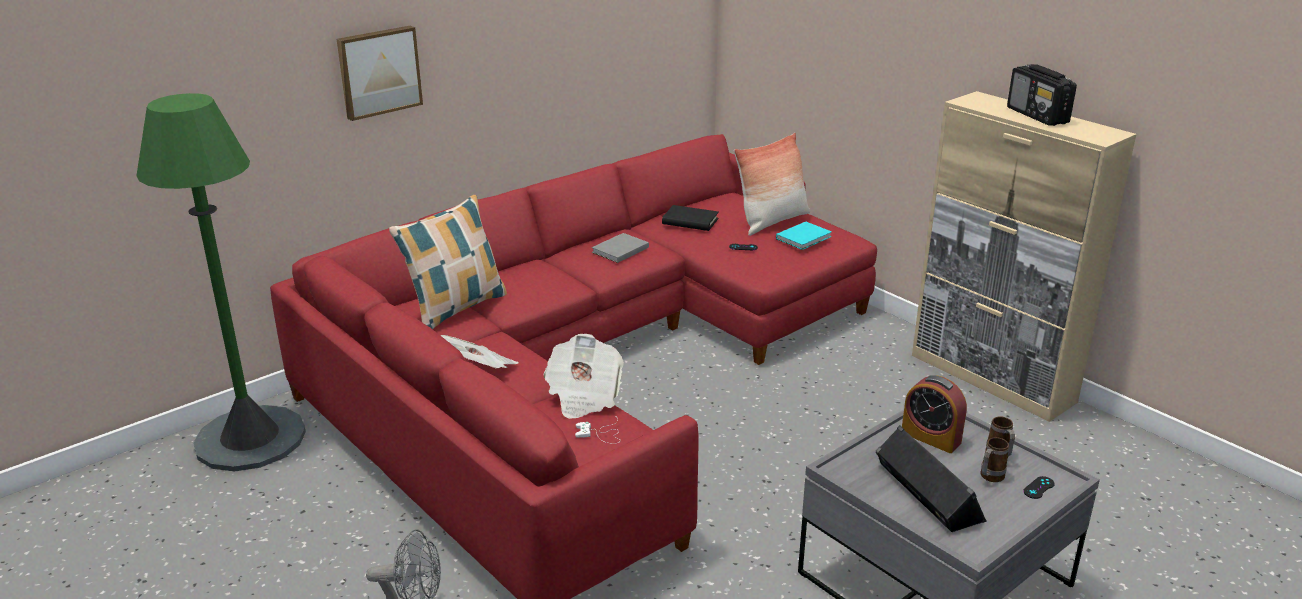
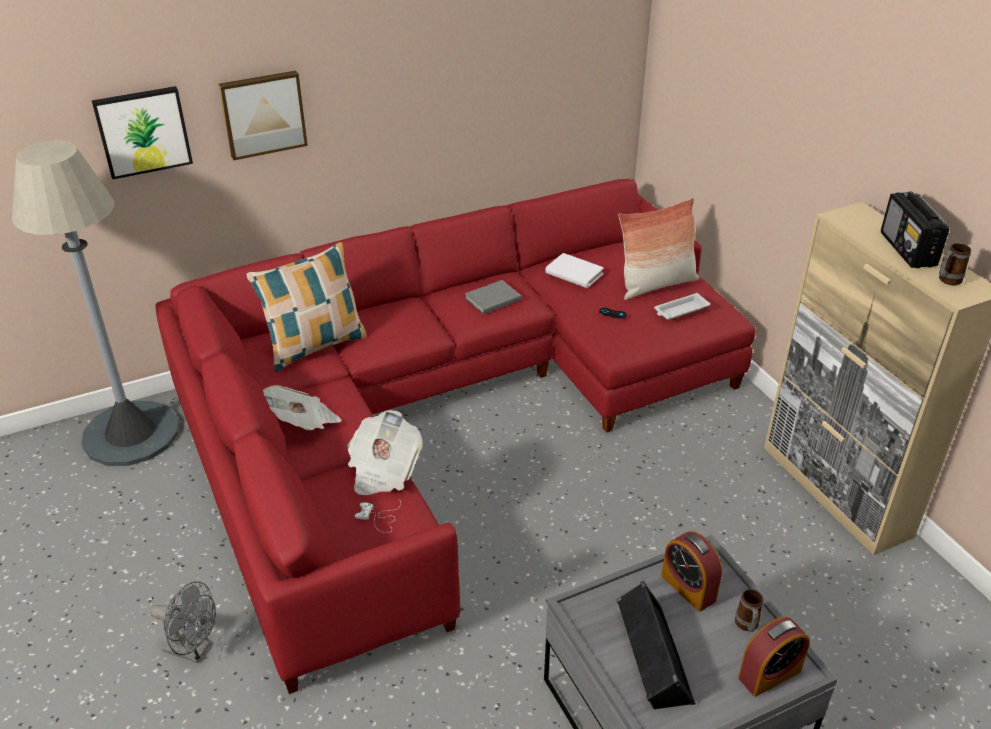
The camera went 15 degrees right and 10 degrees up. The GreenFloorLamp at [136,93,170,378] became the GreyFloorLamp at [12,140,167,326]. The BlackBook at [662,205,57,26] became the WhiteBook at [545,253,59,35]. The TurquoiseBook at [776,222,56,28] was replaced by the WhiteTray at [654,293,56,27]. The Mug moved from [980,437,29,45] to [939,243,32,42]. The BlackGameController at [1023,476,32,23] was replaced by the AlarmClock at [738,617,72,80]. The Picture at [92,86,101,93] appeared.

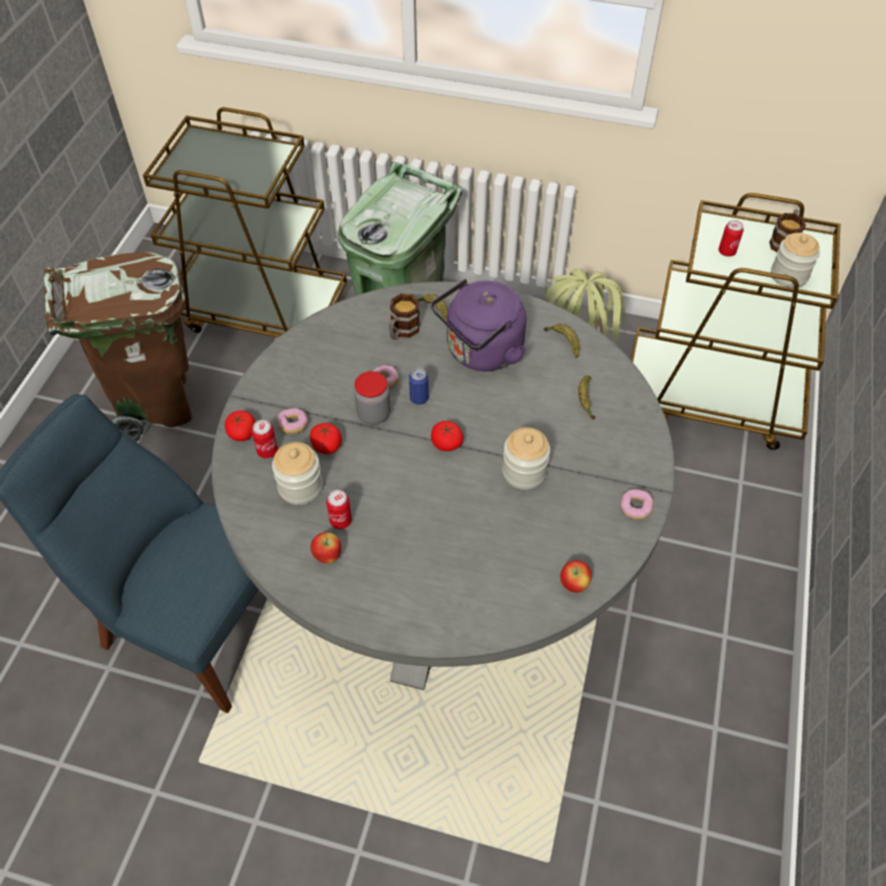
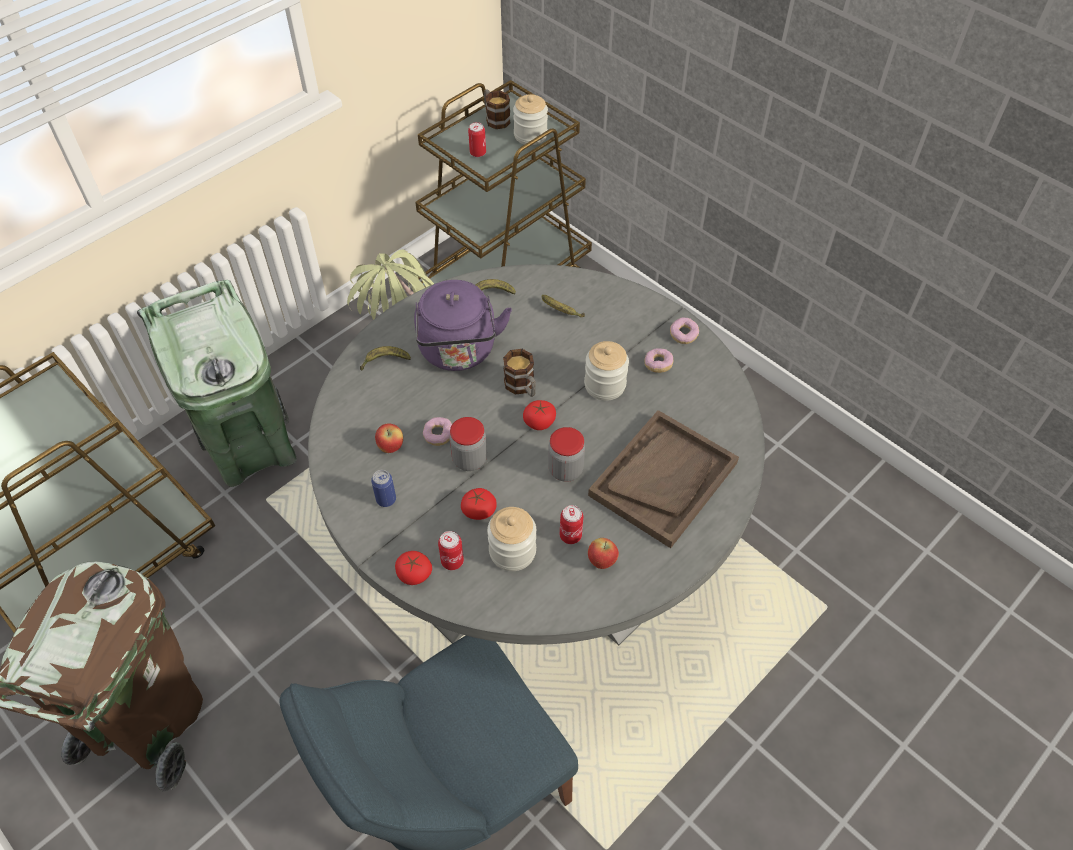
The camera went 60 degrees left and 0 degrees up. The Mug moved from [389,294,31,46] to [503,349,33,48]. The Can moved from [409,368,20,37] to [371,470,25,37]. The Donut moved from [277,408,31,26] to [645,348,28,25]. The Apple moved from [560,560,32,33] to [375,423,28,30]. The BrownTray at [588,410,151,138] appeared. The Jar at [548,427,37,55] appeared.

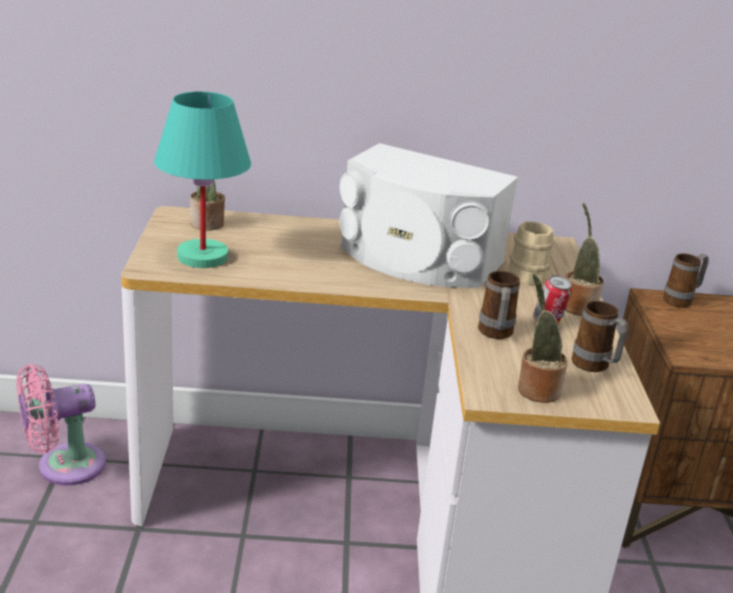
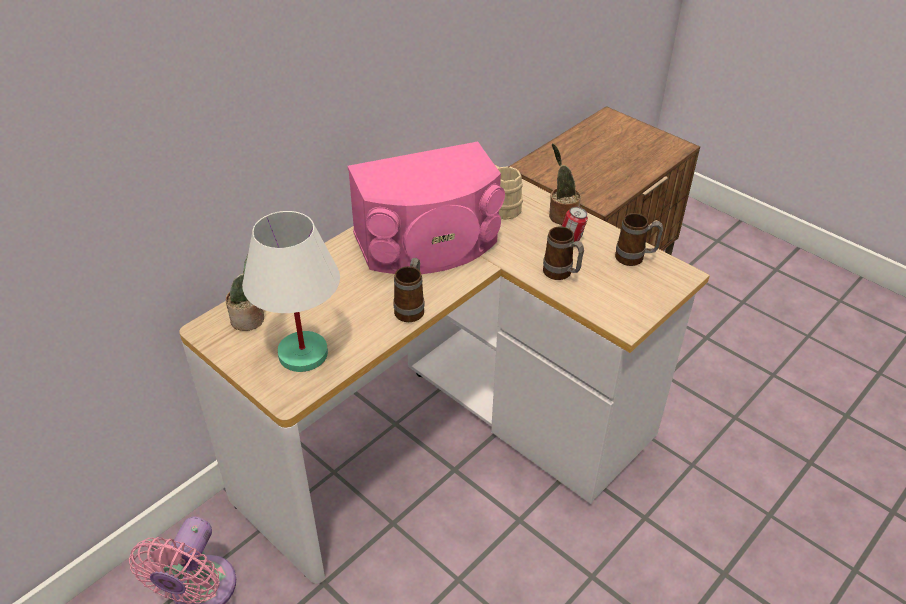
The camera went 45 degrees left and 15 degrees up. The TurquoiseTableLamp at [154,92,97,176] became the WhiteTableLamp at [242,211,98,161]. The WhiteSpeaker at [339,143,179,145] became the PinkSpeaker at [348,142,157,132]. The Mug moved from [663,253,46,55] to [393,258,32,64]. The PottedPlant at [518,273,50,130] disappeared.

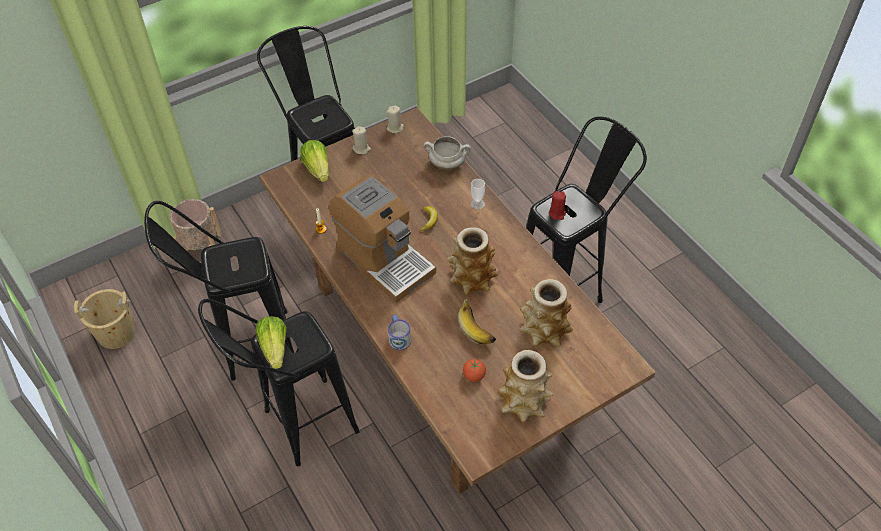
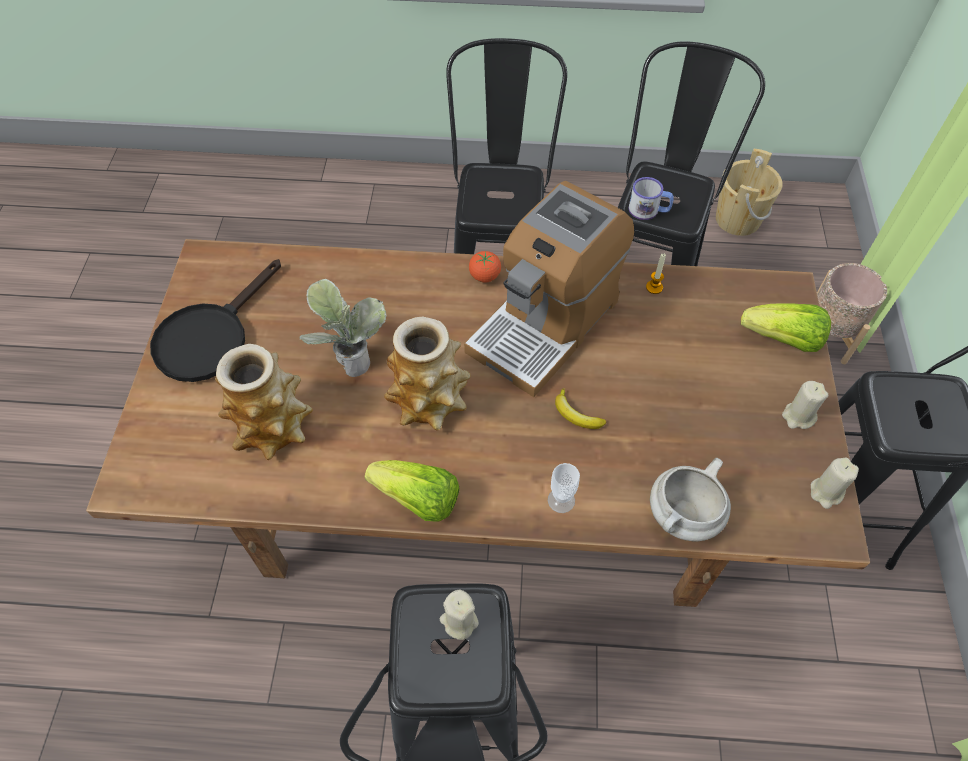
The camera went 125 degrees right and 5 degrees up. The CoffeeMachine at [329,174,107,129] turned 45 degrees counterclockwise. The RedCandle at [549,191,17,29] became the BeigeCandle at [440,590,39,50]. The Banana at [458,299,38,46] was replaced by the PottedPlant at [300,279,87,98]. The Mug moved from [388,315,23,35] to [628,177,46,43]. The Lettuce moved from [256,316,31,53] to [365,460,95,62]. The Vase at [497,350,56,73] was replaced by the BlackFryingPan at [150,259,131,123]. The Tomato moved from [463,359,23,23] to [469,251,32,31].

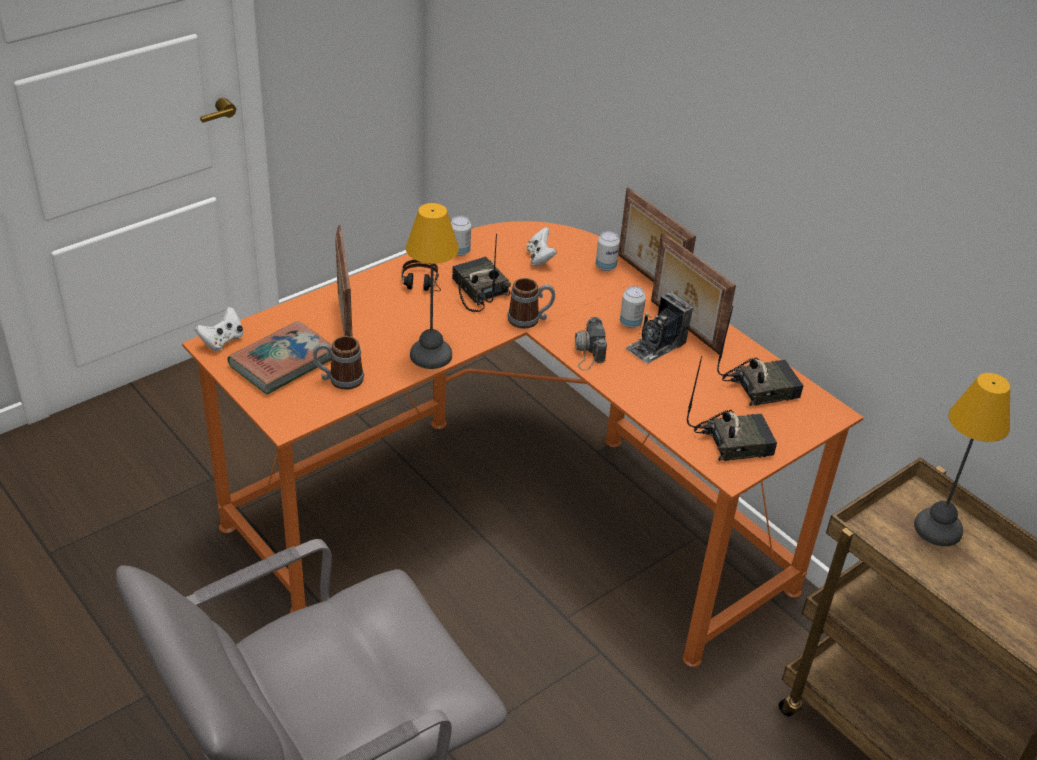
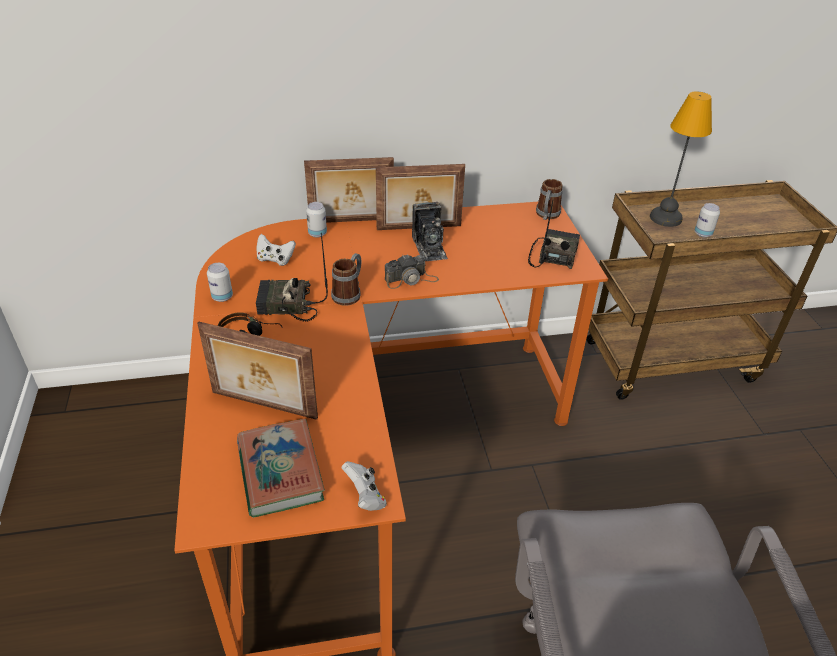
The camera went 60 degrees left and 0 degrees up. The TableLamp at [406,203,53,166] disappeared. The Can moved from [620,286,26,42] to [694,203,26,35]. The Radio at [717,306,86,100] disappeared. The WhiteGameController moved from [195,307,48,44] to [342,461,45,50]. The PhotoCamera at [575,317,32,53] turned 45 degrees counterclockwise. The Mug moved from [313,336,51,54] to [536,179,27,41].

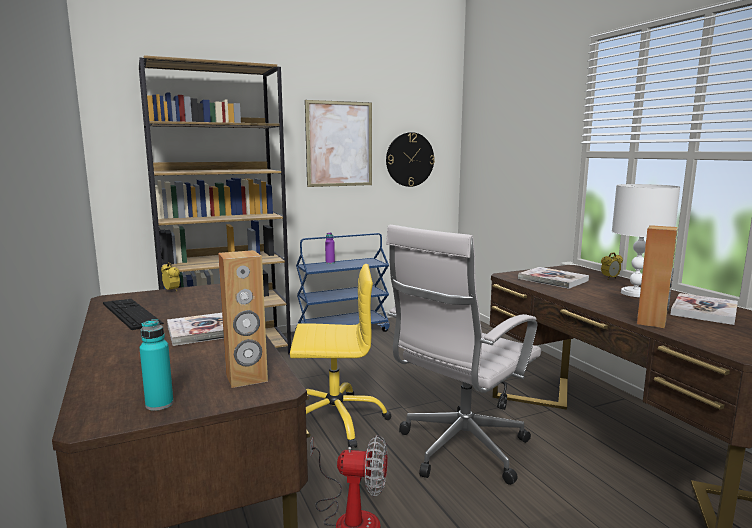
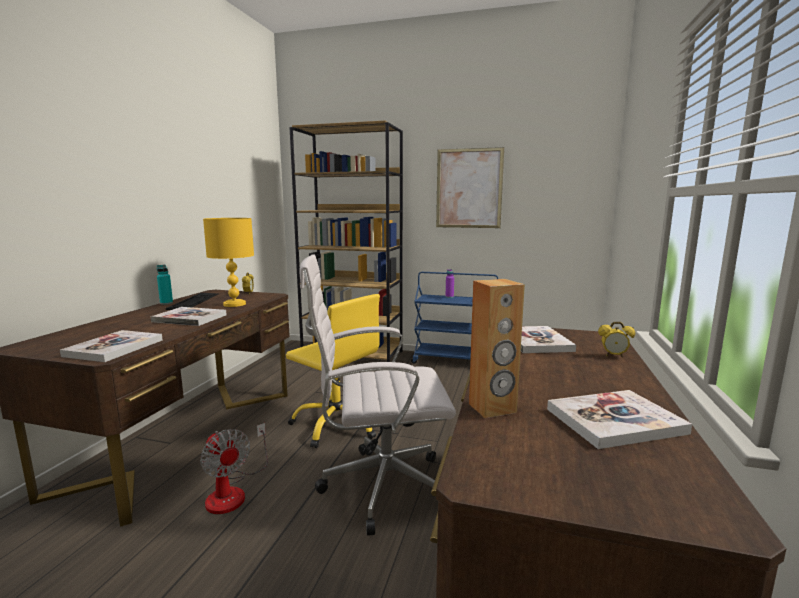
The camera went 40 degrees right and 0 degrees up. The WallClock at [386,132,49,55] disappeared. The WhiteTableLamp at [612,184,68,113] disappeared. The BrownSpeaker at [218,250,50,138] was replaced by the Book at [60,330,103,32]. The TurquoiseBottle moved from [139,319,35,92] to [157,265,16,40]. The YellowTableLamp at [203,218,51,89] appeared.

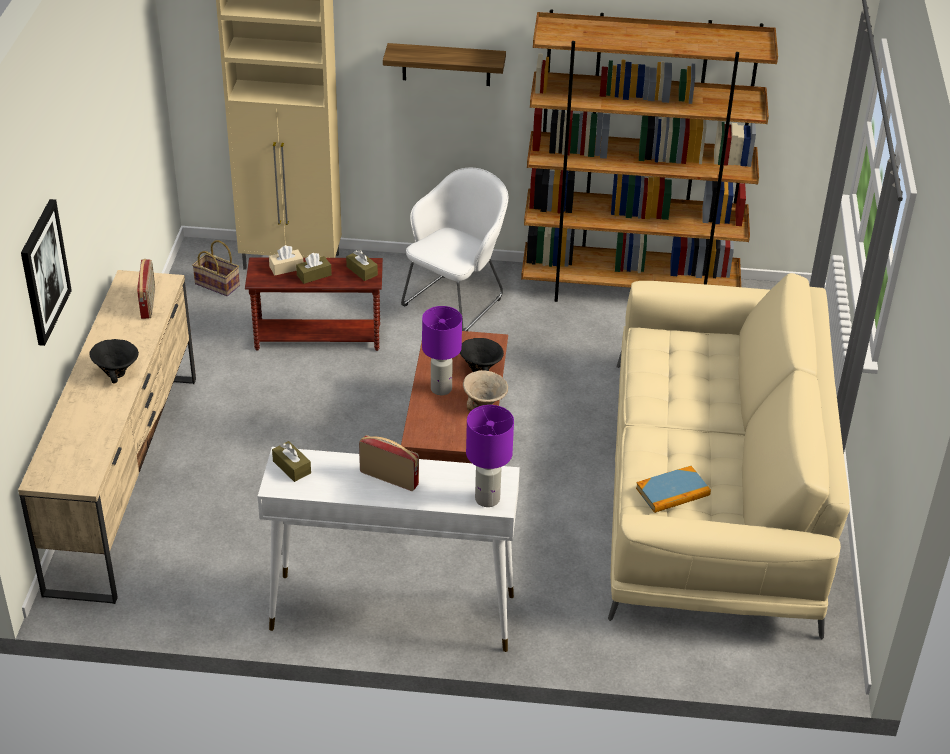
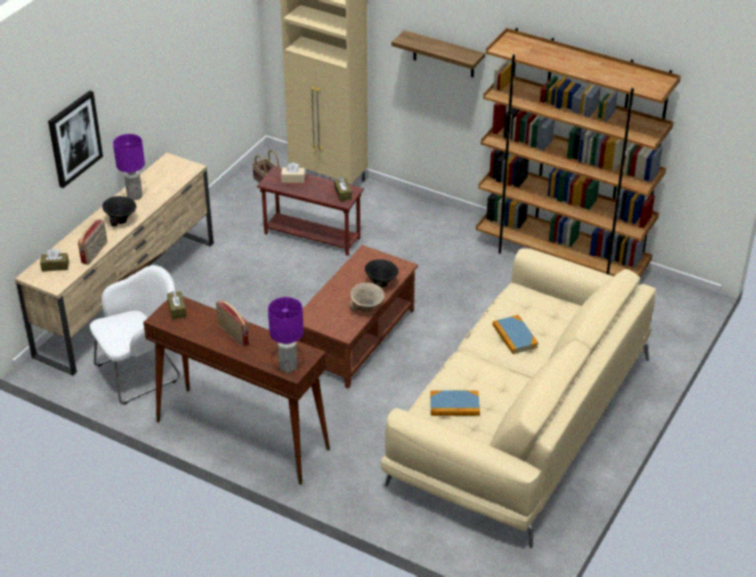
The camera went 25 degrees right and 0 degrees up. The WhiteArmchair moved from [401,168,107,163] to [90,265,90,140]. The BrownTissueBox moved from [296,253,36,31] to [40,248,29,23]. The Radio moved from [137,259,18,60] to [78,219,29,46]. The PurpleTableLamp moved from [422,306,40,89] to [113,134,32,66]. The WhiteConsoleTable at [257,447,263,205] became the BrownConsoleTable at [143,296,187,189]. The Book at [493,315,45,39] appeared.

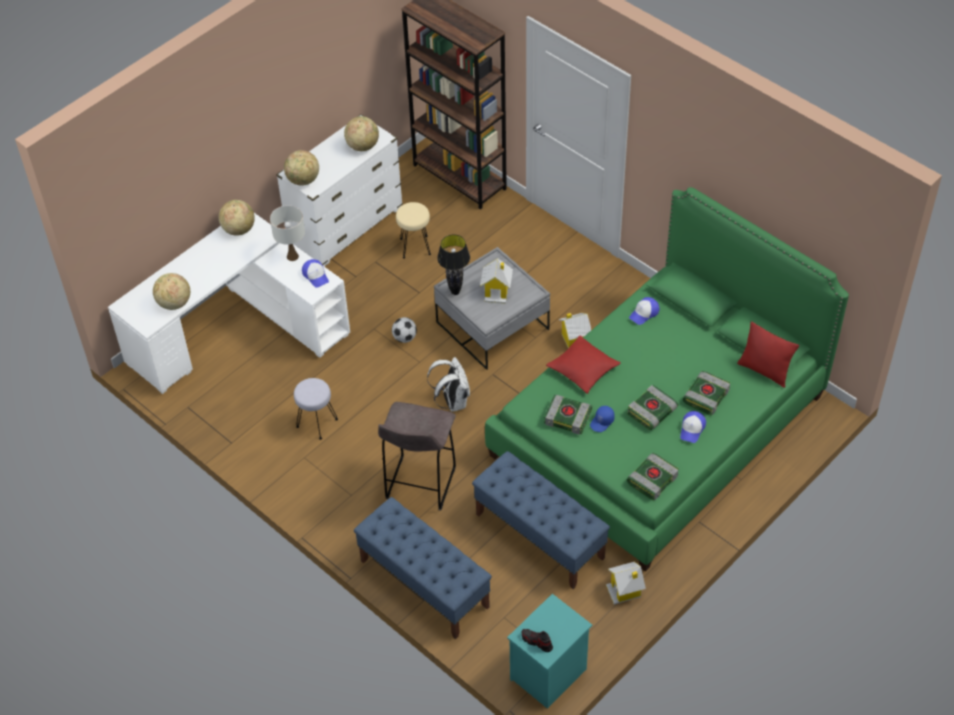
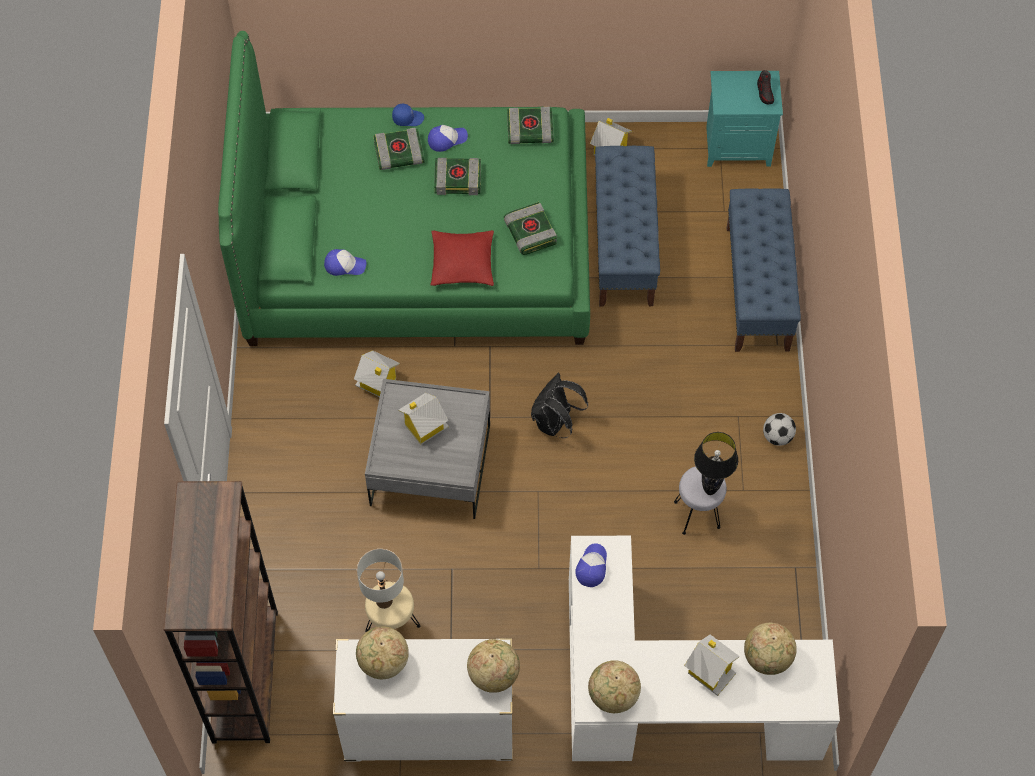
The camera went 135 degrees left and 10 degrees up. The WhiteTableLamp moved from [270,205,35,56] to [357,549,47,60]. The BlackTableLamp moved from [437,234,33,61] to [694,432,44,63]. The Football moved from [392,317,25,26] to [763,413,33,33]. The RedPillow at [737,321,62,67] disappeared. The WhiteBackpack at [427,357,43,55] became the BlackBackpack at [531,373,57,65]. The GreyStool at [378,402,78,108] disappeared. The BlueCap moved from [590,406,25,26] to [392,104,32,22]. The ToyHouse at [684,634,56,62] appeared.

